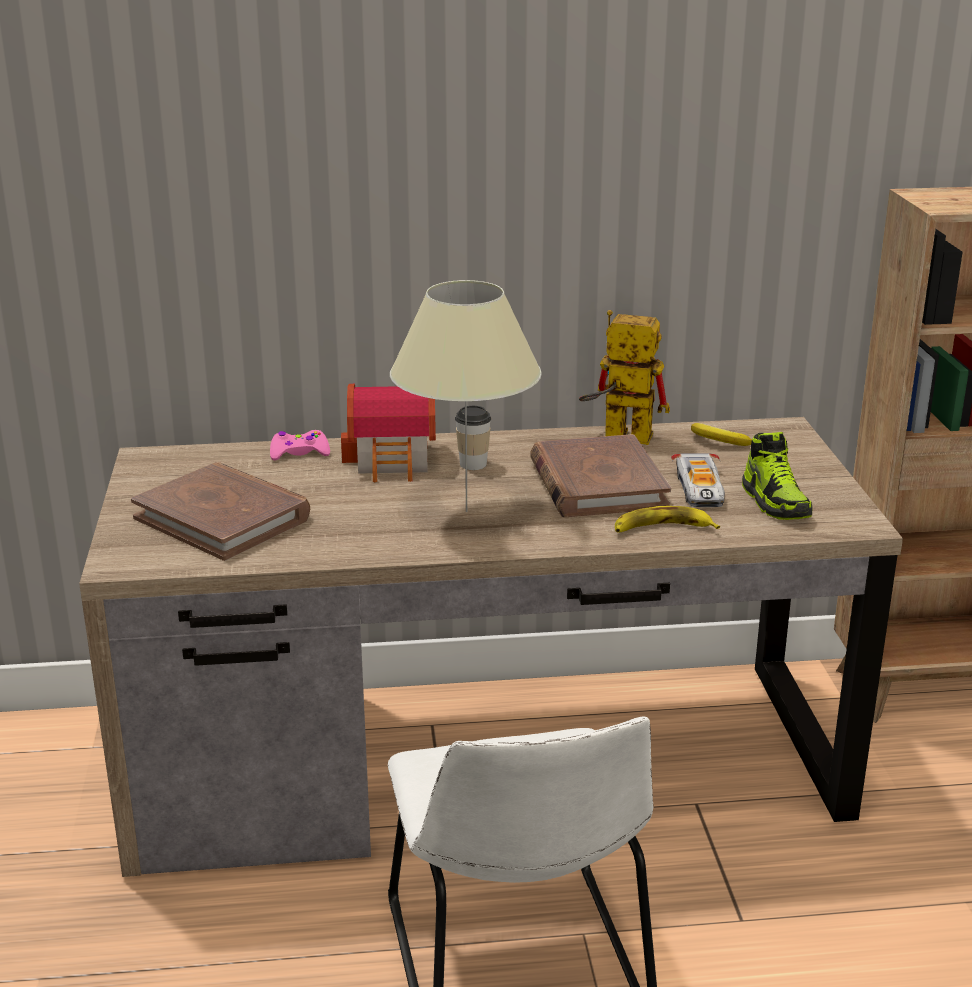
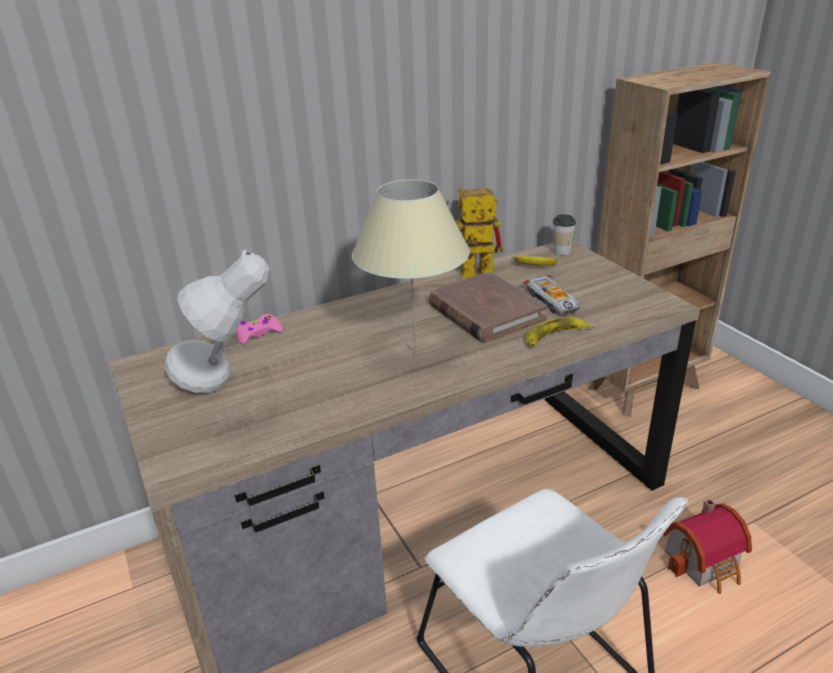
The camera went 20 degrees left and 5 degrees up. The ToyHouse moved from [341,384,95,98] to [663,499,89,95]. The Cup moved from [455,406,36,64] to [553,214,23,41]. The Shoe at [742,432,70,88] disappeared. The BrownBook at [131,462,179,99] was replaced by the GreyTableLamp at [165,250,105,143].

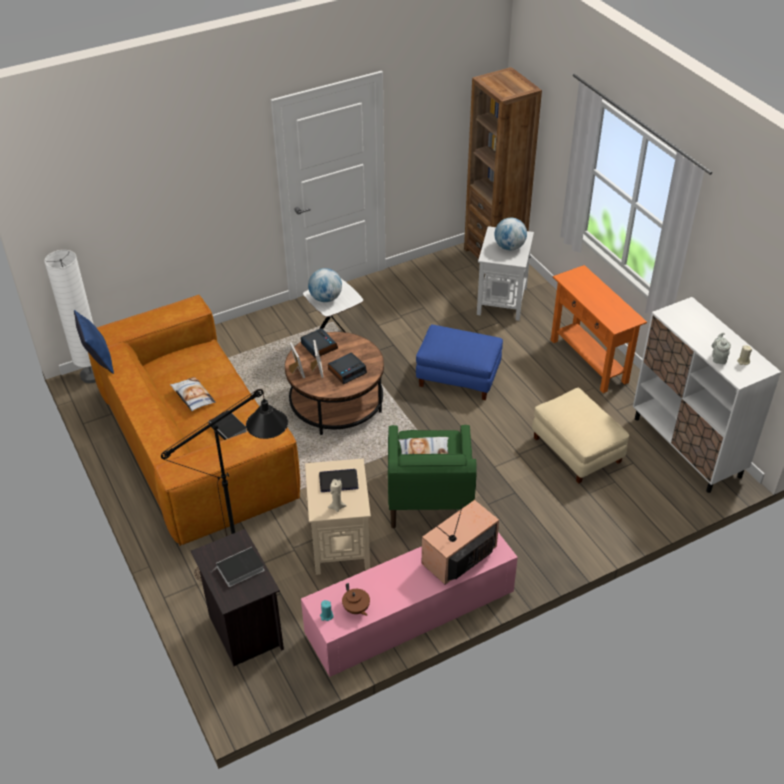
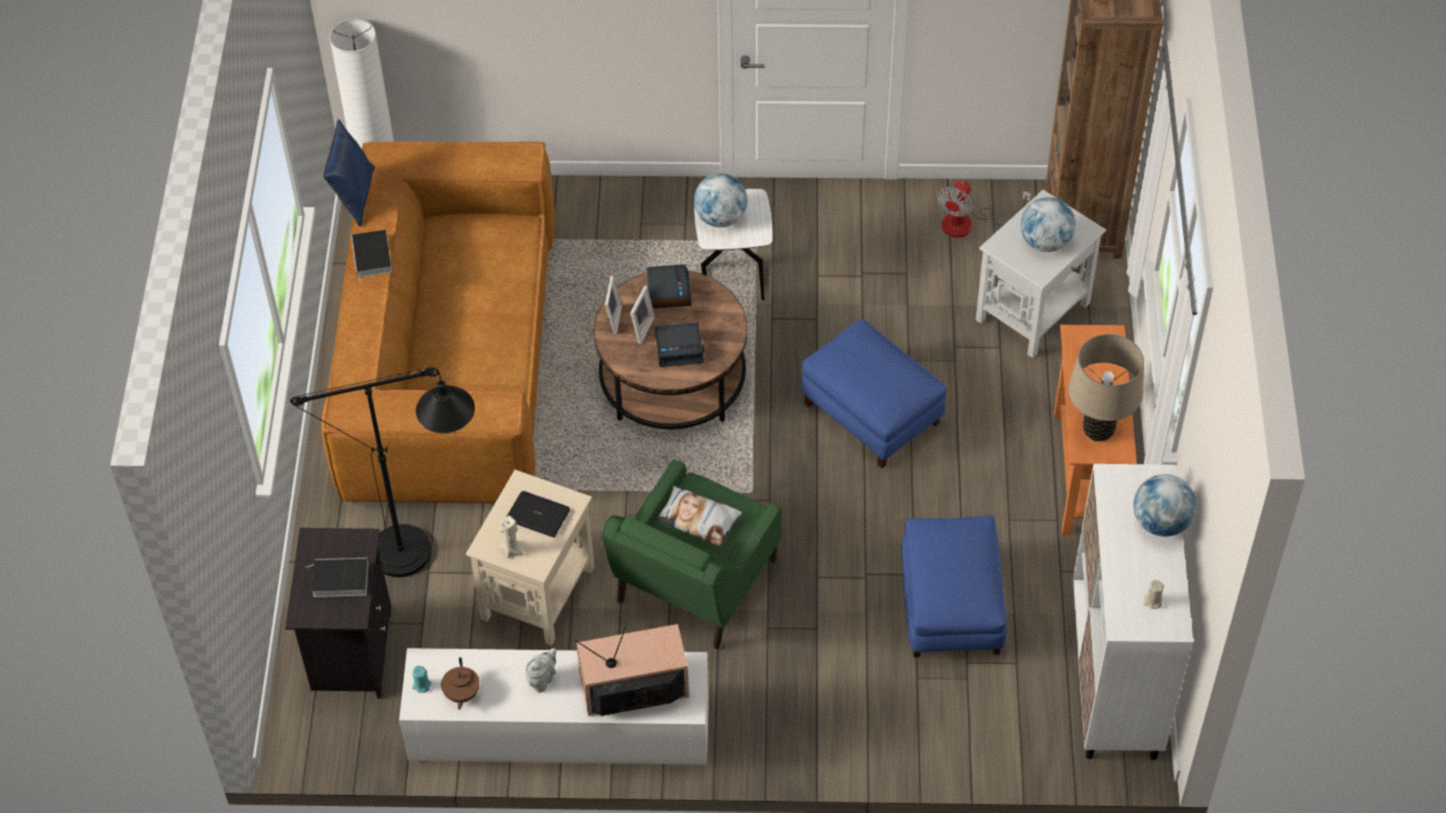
The camera went 30 degrees right and 10 degrees up. The GreyTeapot moved from [712,332,19,32] to [525,648,31,45]. The Pillow at [170,377,46,34] disappeared. The BeigeOttoman at [532,388,97,96] became the BlueOttoman at [901,516,106,141]. The Book moved from [209,410,38,30] to [351,230,41,54]. The PinkTvStand at [301,532,217,145] became the WhiteTvStand at [399,648,310,117]. The Fan at [937,180,94,57] appeared. The BeigeTableLamp at [1068,334,76,107] appeared. The Globe at [1133,474,64,63] appeared.

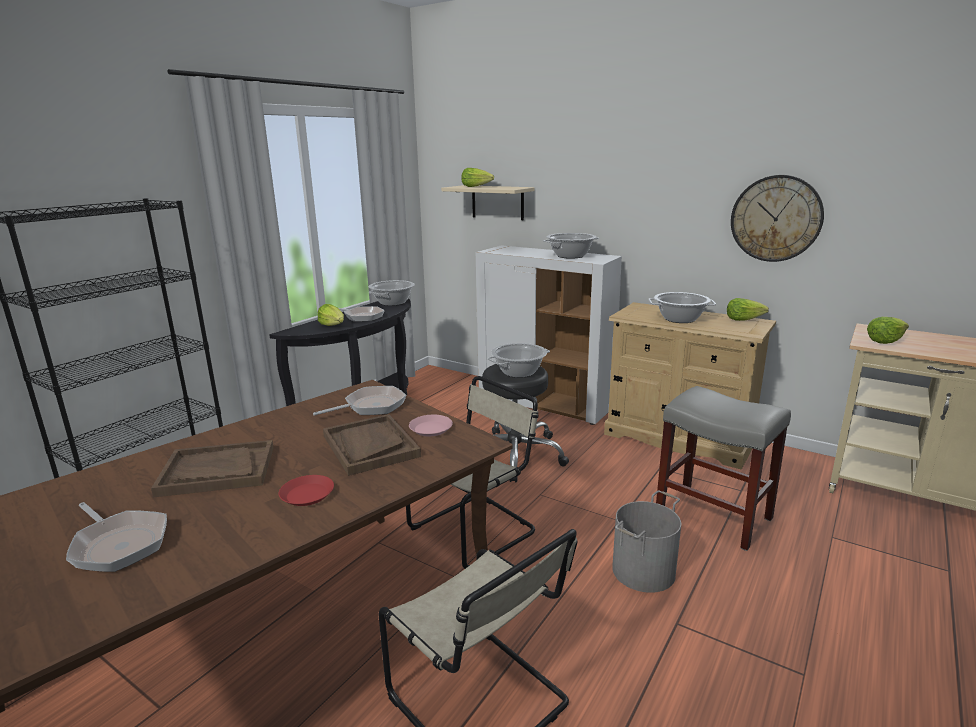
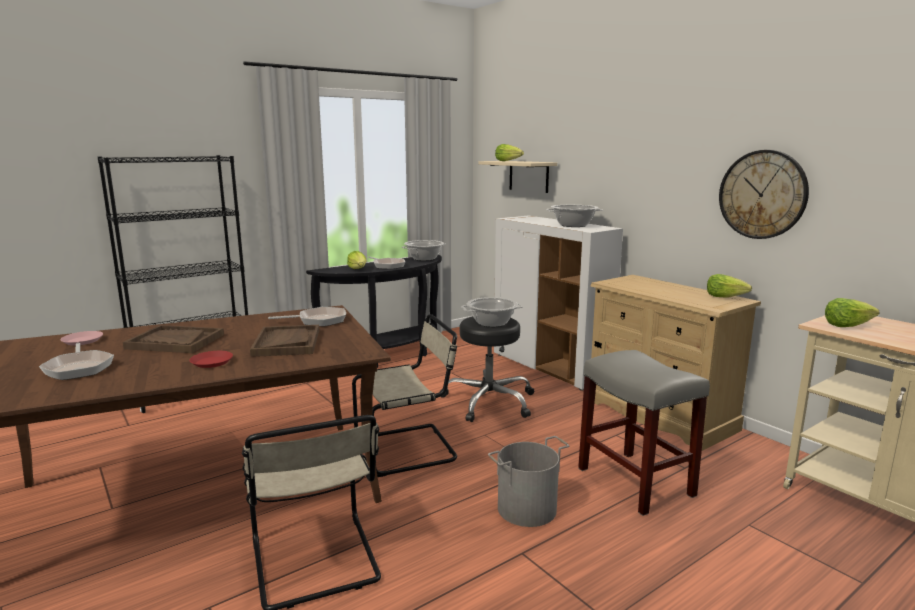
The camera went 20 degrees right and 5 degrees down. The CookingPot at [648,292,68,31] disappeared. The PinkPlate moved from [409,415,44,21] to [60,331,43,14].

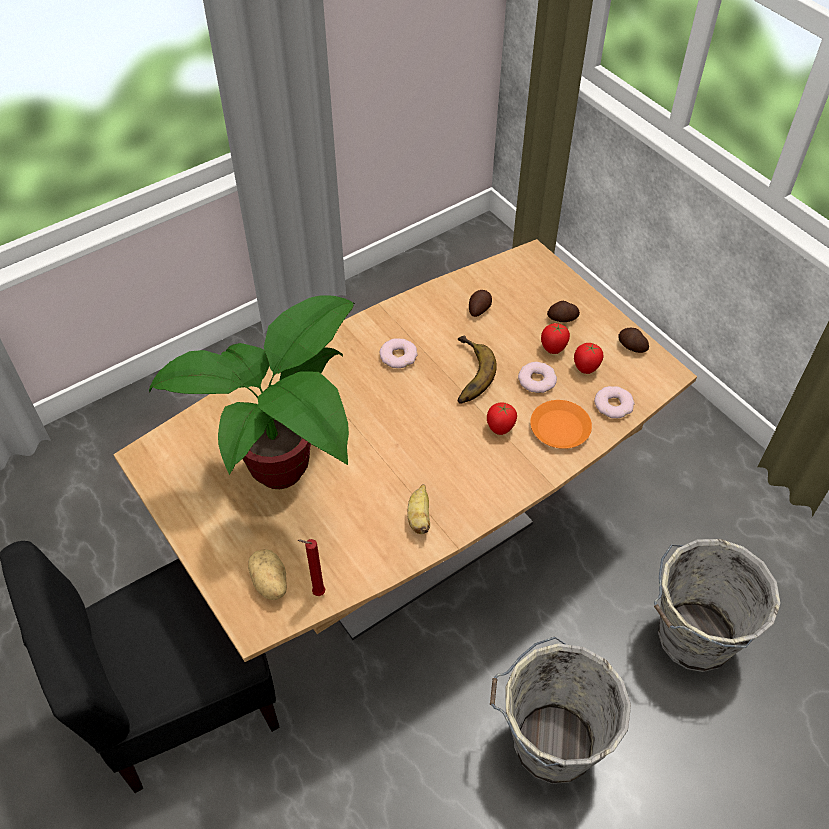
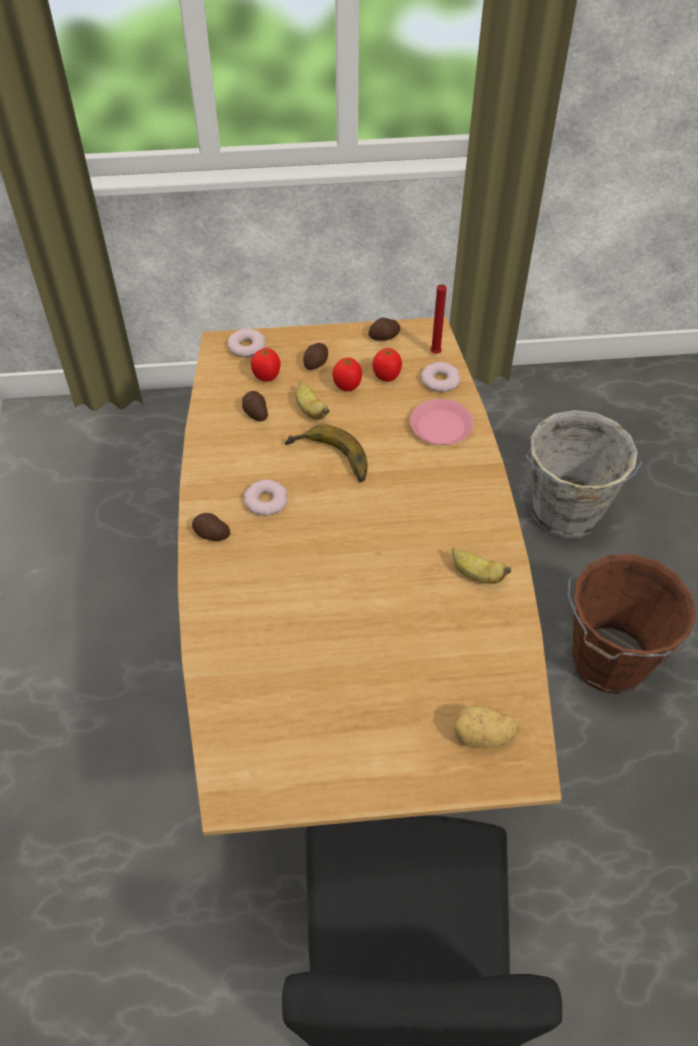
The camera went 60 degrees left and 0 degrees up. The PottedPlant at [149,295,206,194] disappeared. The Donut moved from [518,362,39,31] to [227,329,39,28]. The OrangePlate at [530,400,62,49] became the PinkPlate at [410,399,64,46]. The Tomato moved from [487,402,30,33] to [251,348,29,34]. The RedCandle moved from [298,539,28,57] to [430,284,17,70]. The GreyBucket at [490,637,141,147] became the BrownBucket at [567,554,129,140]. The Banana at [295,380,35,40] appeared. The Potato at [192,513,38,28] appeared.

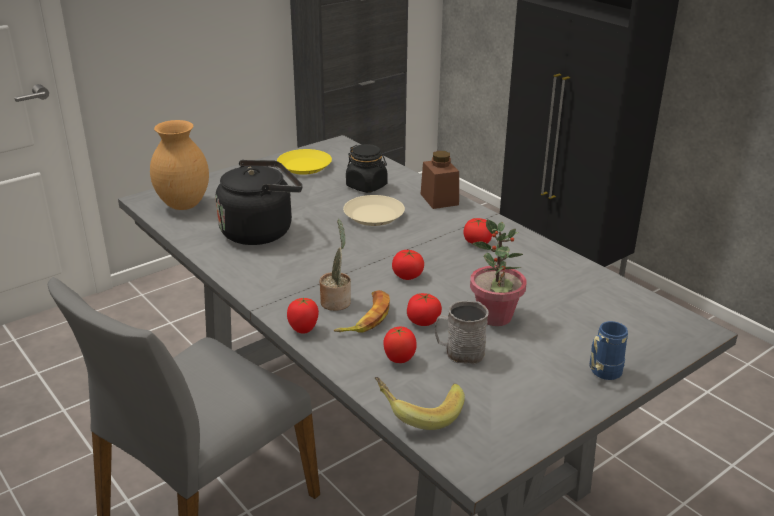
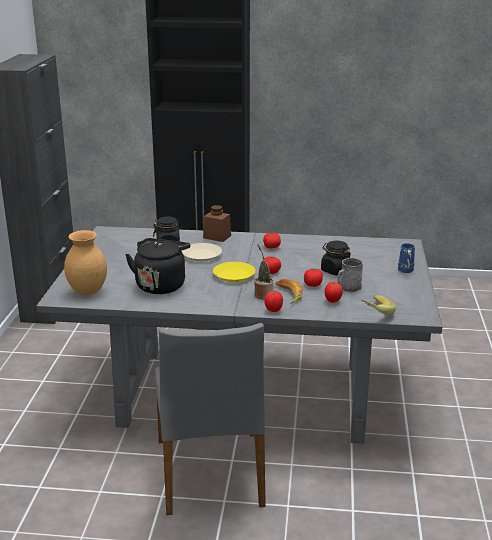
The camera went 45 degrees left and 5 degrees down. The YellowPlate moved from [277,149,55,26] to [213,262,42,20]. The PottedPlant at [470,219,56,107] was replaced by the BlackJar at [321,241,30,35].

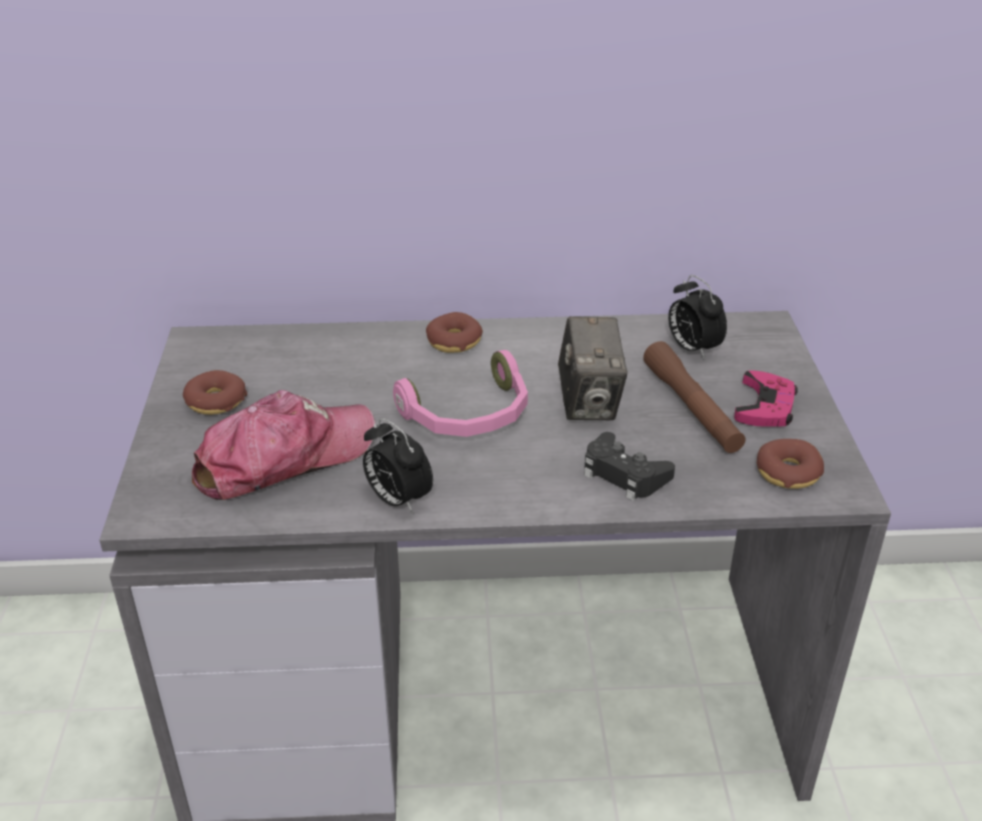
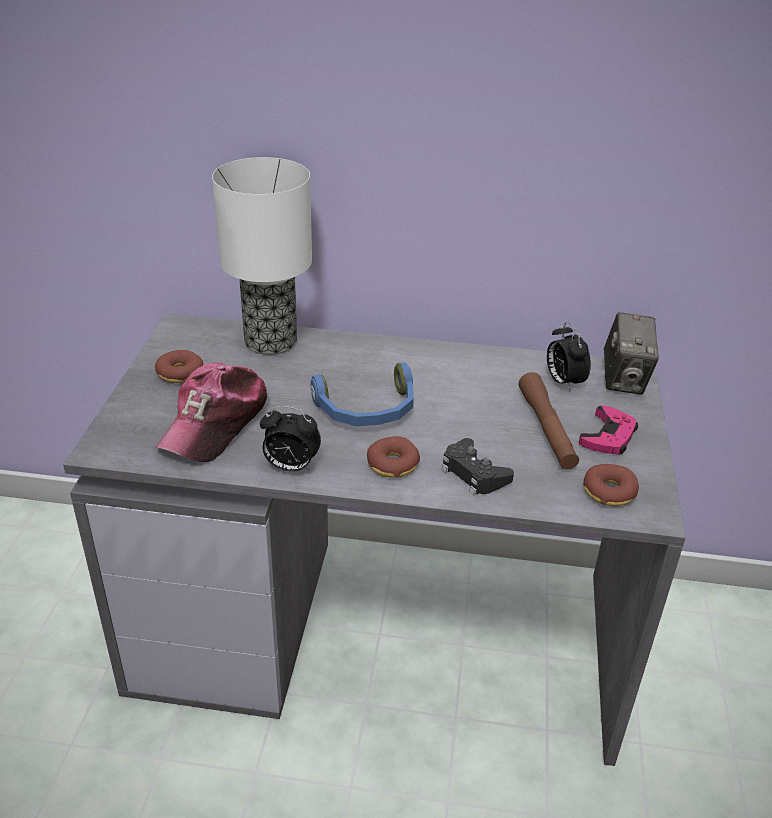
The camera went 10 degrees right and 0 degrees up. The Donut moved from [426,312,57,41] to [367,436,53,42]. The PhotoCamera moved from [558,316,70,104] to [604,312,55,82]. The PinkHeadphones at [393,350,135,87] became the BlueHeadphones at [311,363,103,63]. The Cap at [192,390,183,110] turned 135 degrees clockwise. The AlarmClock at [363,418,70,95] turned 45 degrees counterclockwise. The TableLamp at [212,157,100,198] appeared.

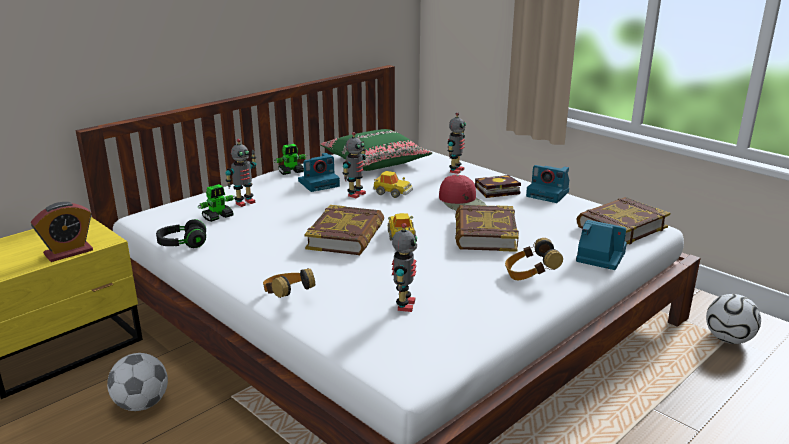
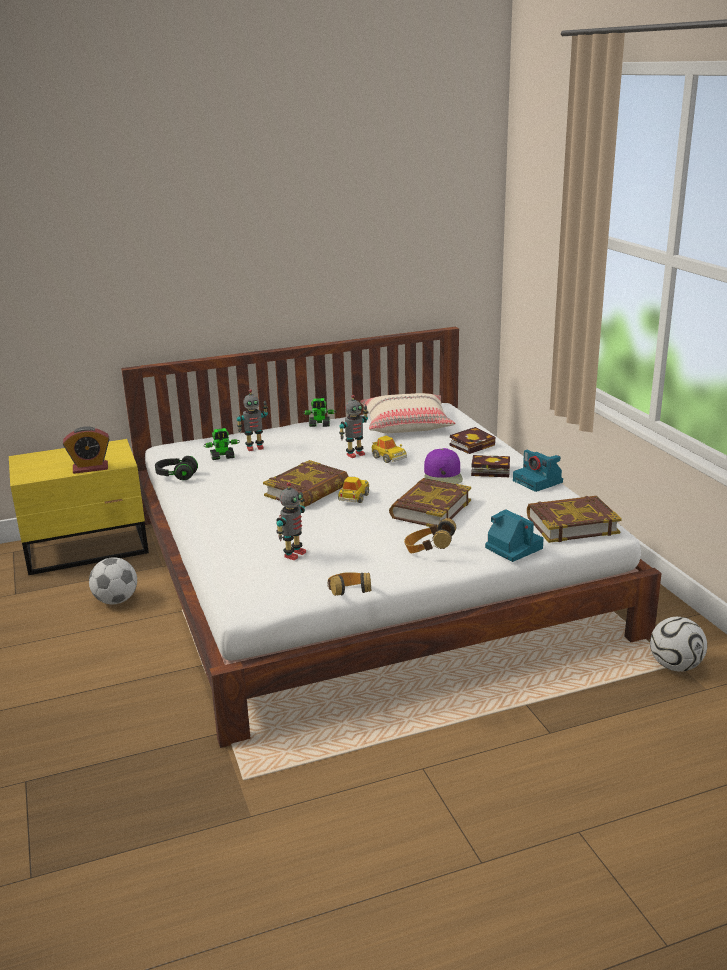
The camera went 25 degrees right and 0 degrees up. The ToyRobot at [447,112,19,62] was replaced by the Book at [450,427,45,27]. The GreenPillow at [320,129,112,42] became the BeigePillow at [360,393,96,40]. The PhotoCamera at [298,153,42,39] disappeared. The RedCap at [439,174,47,36] became the PurpleCap at [424,448,39,36]. The Headphones moved from [263,268,52,30] to [327,572,44,24].

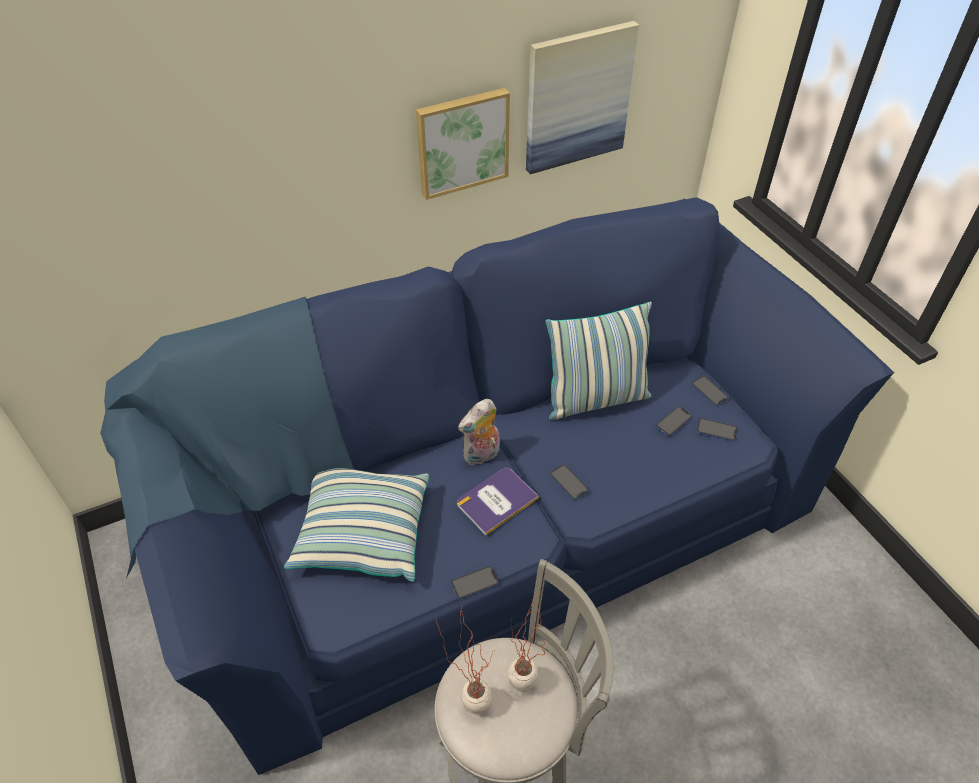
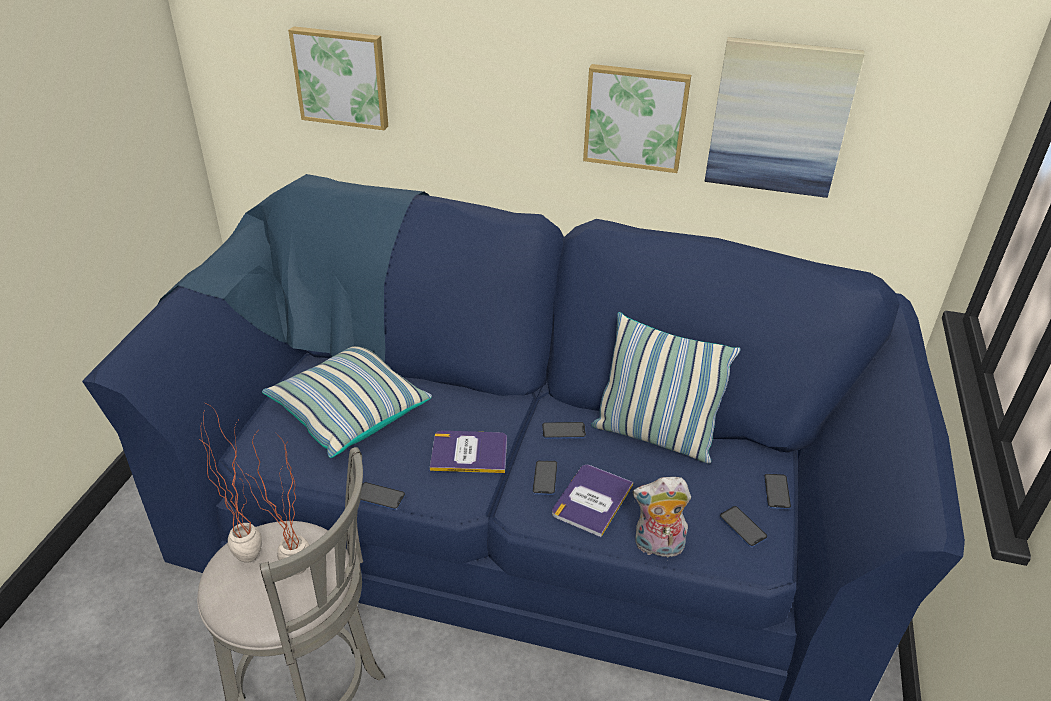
The camera went 40 degrees right and 10 degrees down. The PlushToy moved from [458,399,42,66] to [633,477,58,84]. The Phone moved from [656,406,36,30] to [542,422,44,17]. The Picture at [288,26,100,104] appeared. The Book at [552,465,81,72] appeared.

